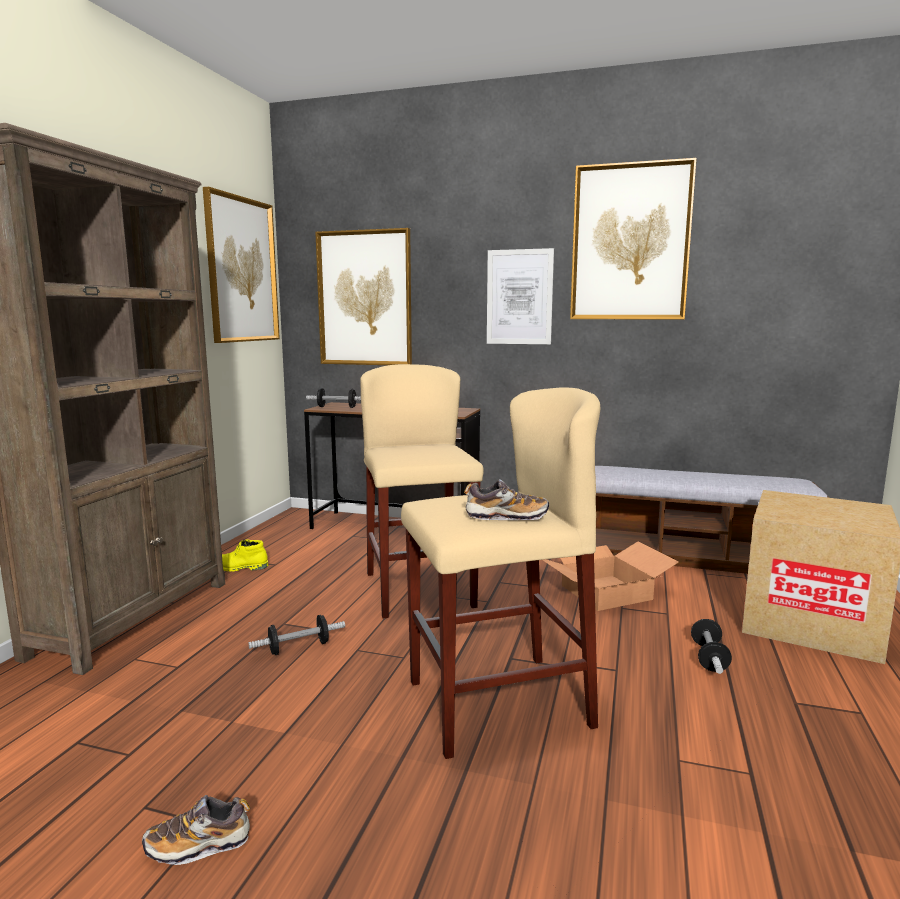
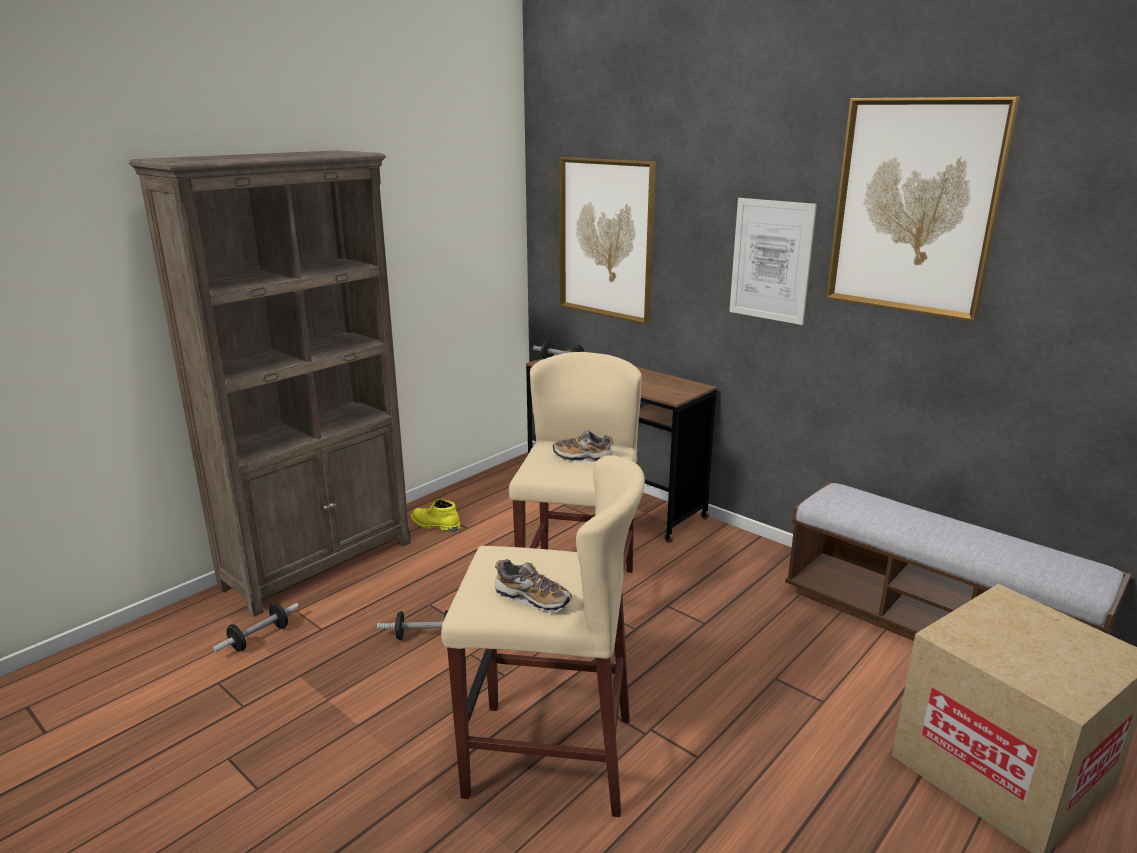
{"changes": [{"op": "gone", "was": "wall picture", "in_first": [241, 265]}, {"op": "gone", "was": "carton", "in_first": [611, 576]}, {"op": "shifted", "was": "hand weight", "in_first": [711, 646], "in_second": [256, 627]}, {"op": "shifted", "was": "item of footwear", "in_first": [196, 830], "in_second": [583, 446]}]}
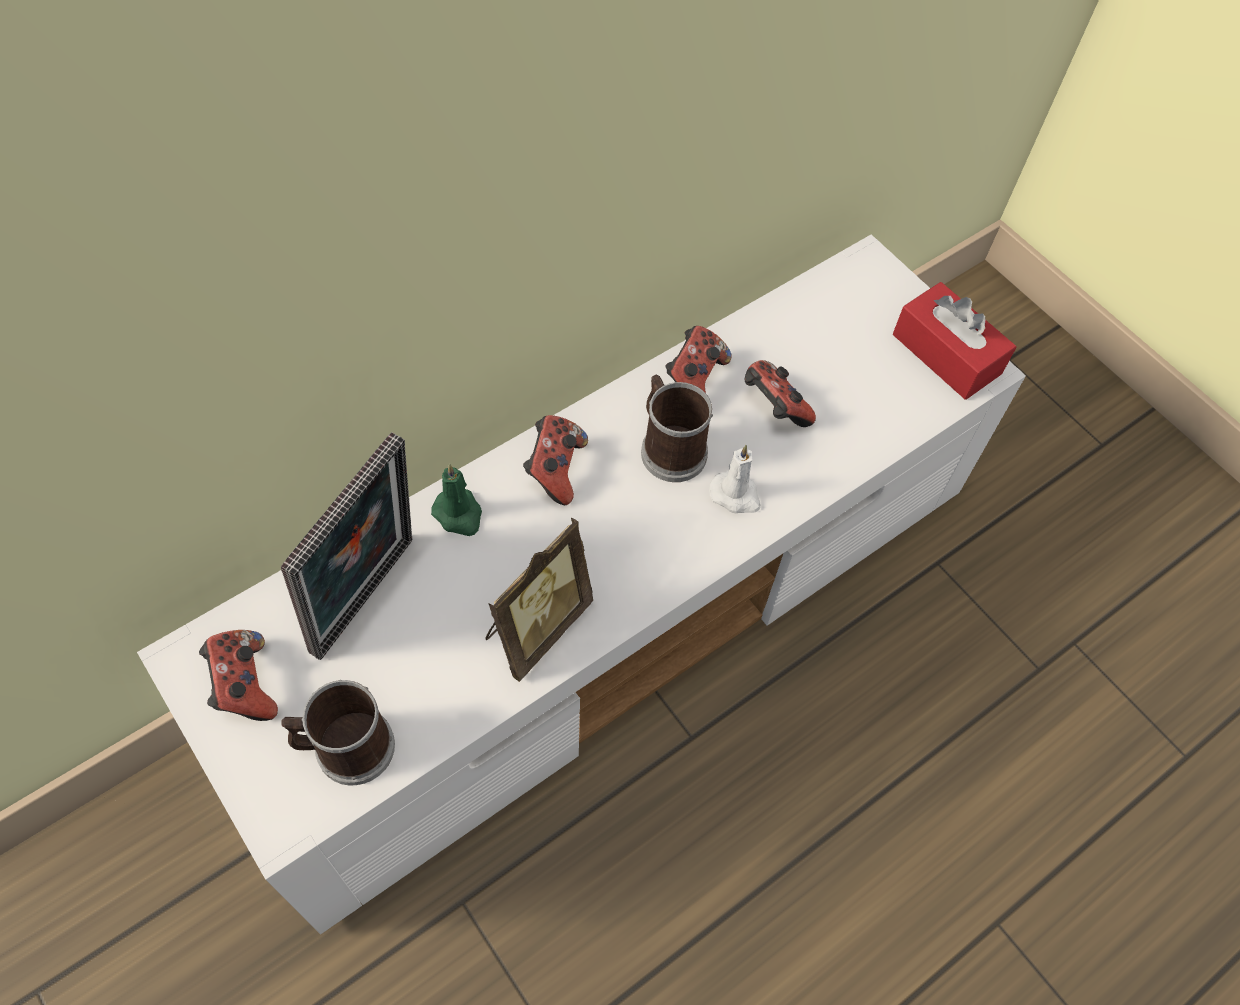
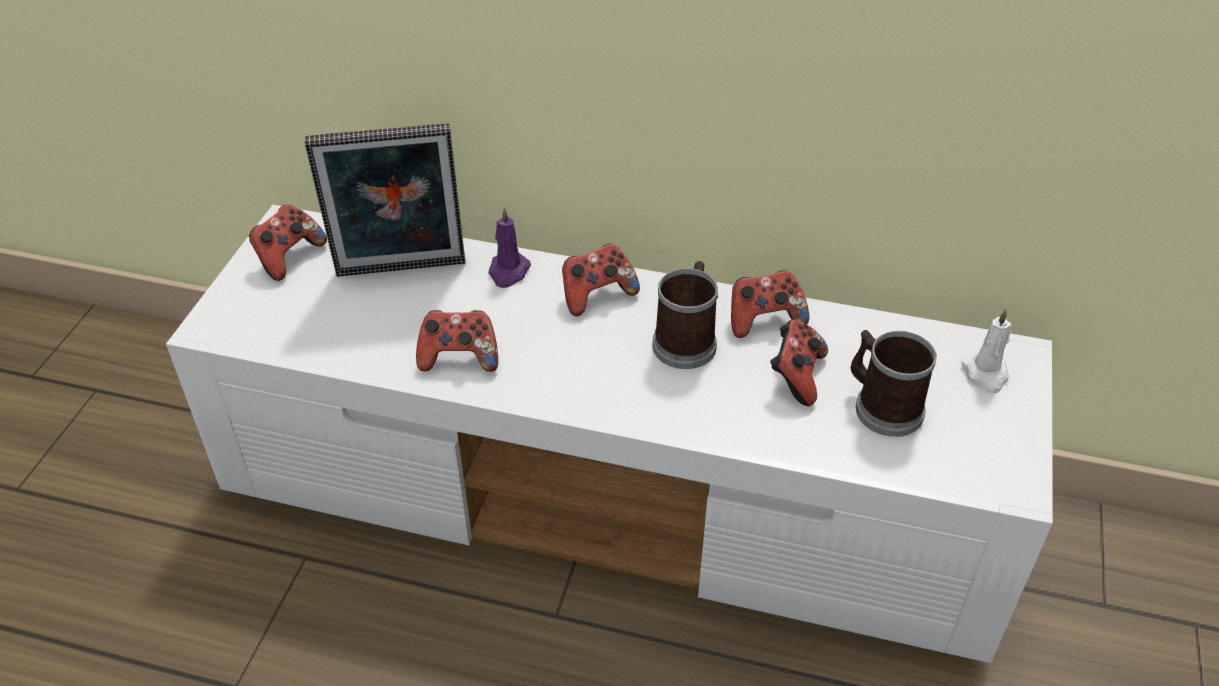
{"changes": [{"op": "gone", "was": "reddish tissue box", "in_first": [954, 341]}, {"op": "shifted", "was": "whitish wax candle", "in_first": [735, 479], "in_second": [986, 351]}, {"op": "repainted", "was": "greenish wax candle", "now": "purple wax candle", "in_first": [456, 500], "in_second": [509, 248]}, {"op": "swapped", "was": "picture frame", "now": "game controller", "in_first": [539, 599], "in_second": [457, 341]}, {"op": "shifted", "was": "tea mug", "in_first": [338, 732], "in_second": [894, 383]}]}
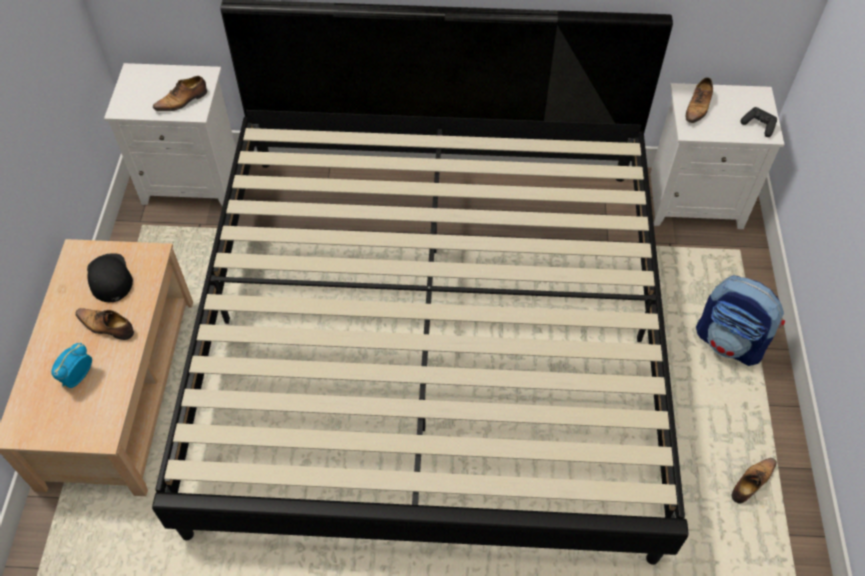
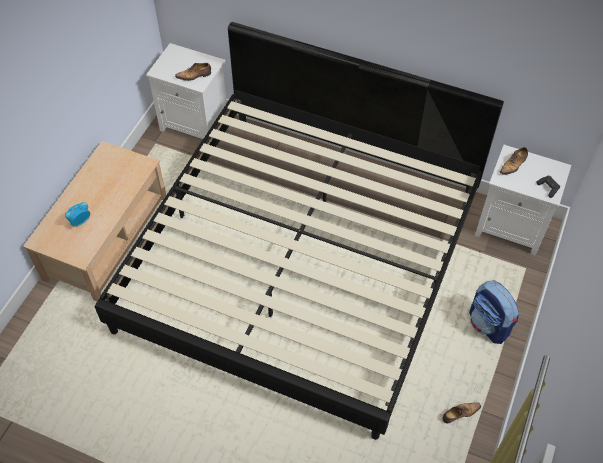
{"changes": [{"op": "gone", "was": "blackish peaked cap", "in_first": [110, 277]}, {"op": "gone", "was": "item of footwear", "in_first": [105, 324]}]}
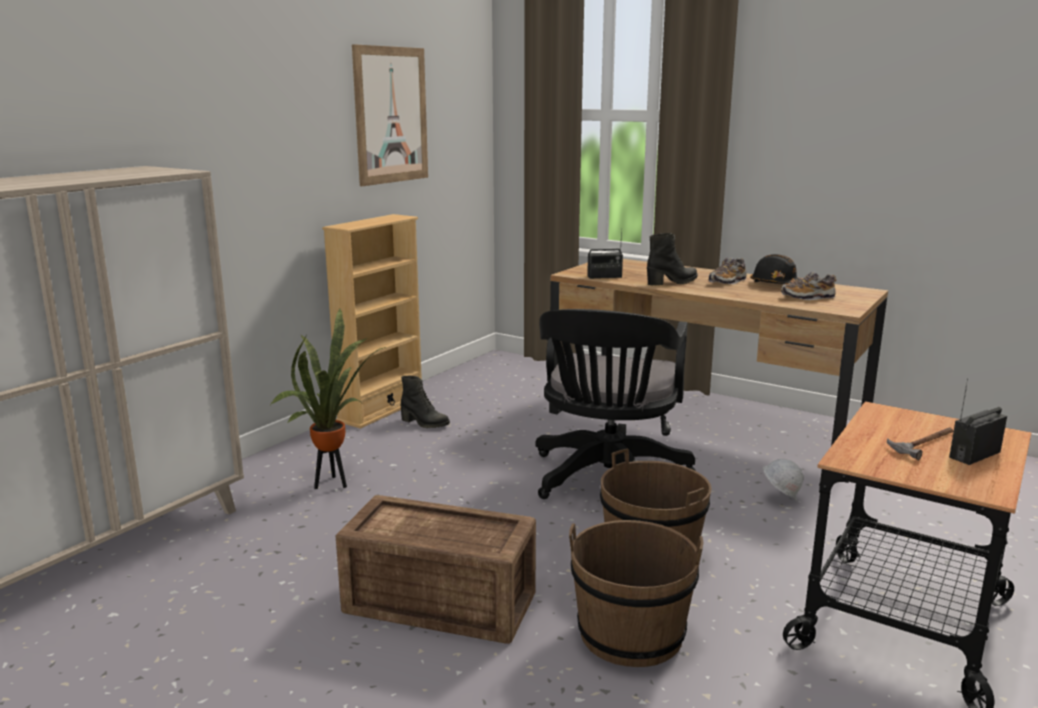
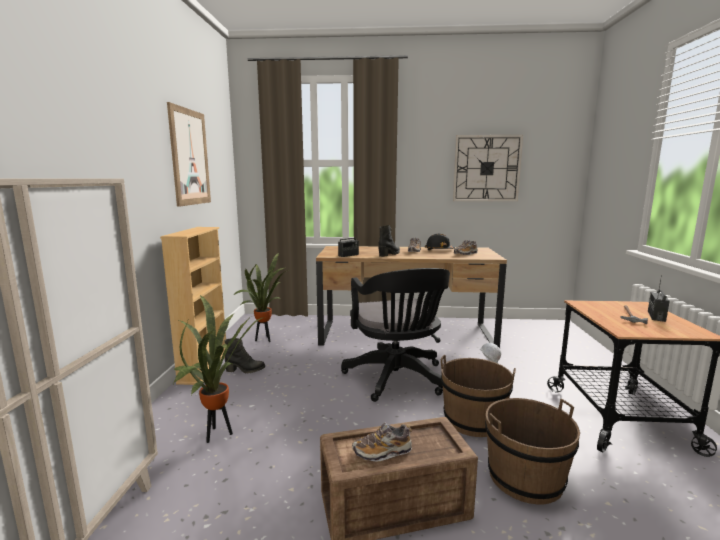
{"changes": [{"op": "new", "now": "clock on the wall", "in_second": [488, 168]}, {"op": "new", "now": "potted plant", "in_second": [260, 297]}, {"op": "new", "now": "item of footwear", "in_second": [382, 442]}]}
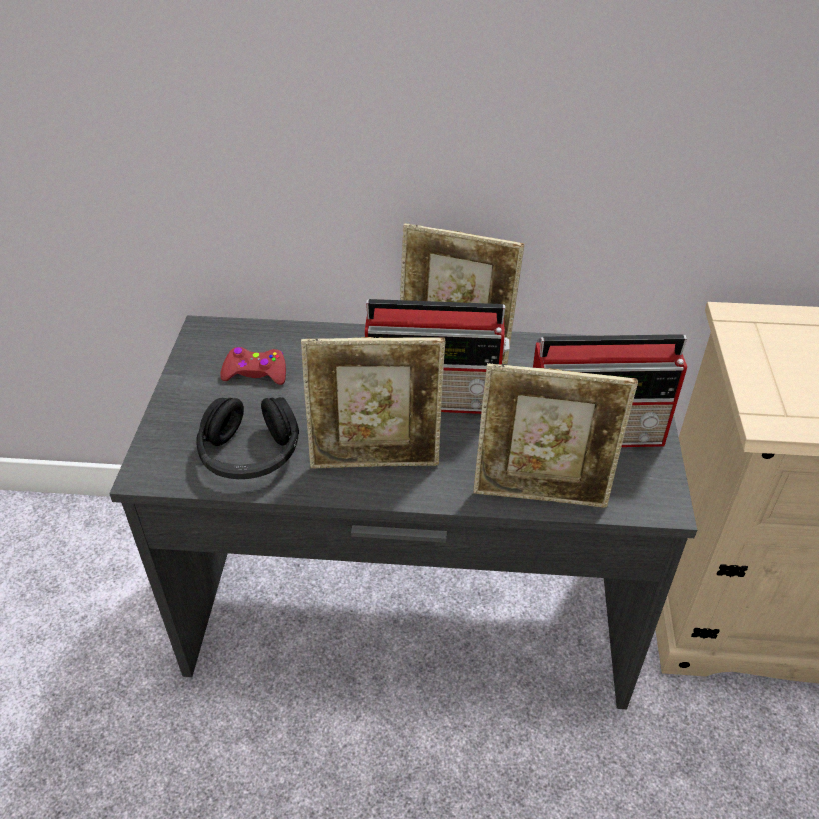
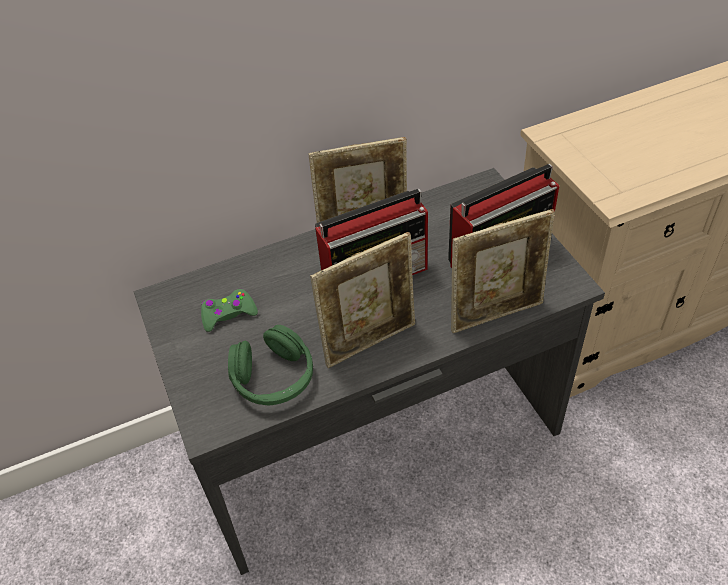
{"changes": [{"op": "repainted", "was": "reddish game controller", "now": "greenish game controller", "in_first": [253, 366], "in_second": [229, 310]}, {"op": "repainted", "was": "blackish headset", "now": "greenish headset", "in_first": [248, 438], "in_second": [270, 365]}]}
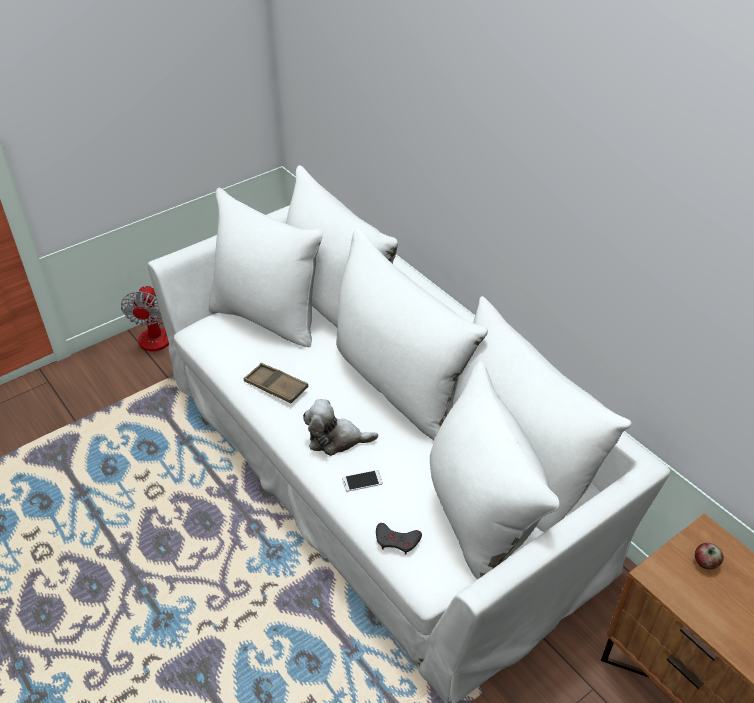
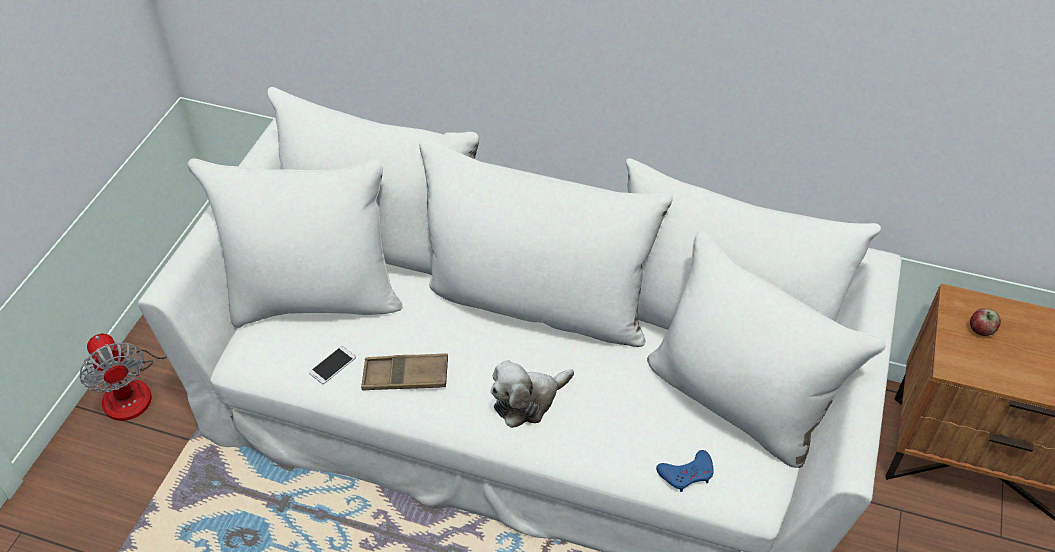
{"changes": [{"op": "shifted", "was": "telephone", "in_first": [362, 481], "in_second": [332, 365]}, {"op": "repainted", "was": "greyish game controller", "now": "blue-coloured game controller", "in_first": [399, 539], "in_second": [685, 471]}]}
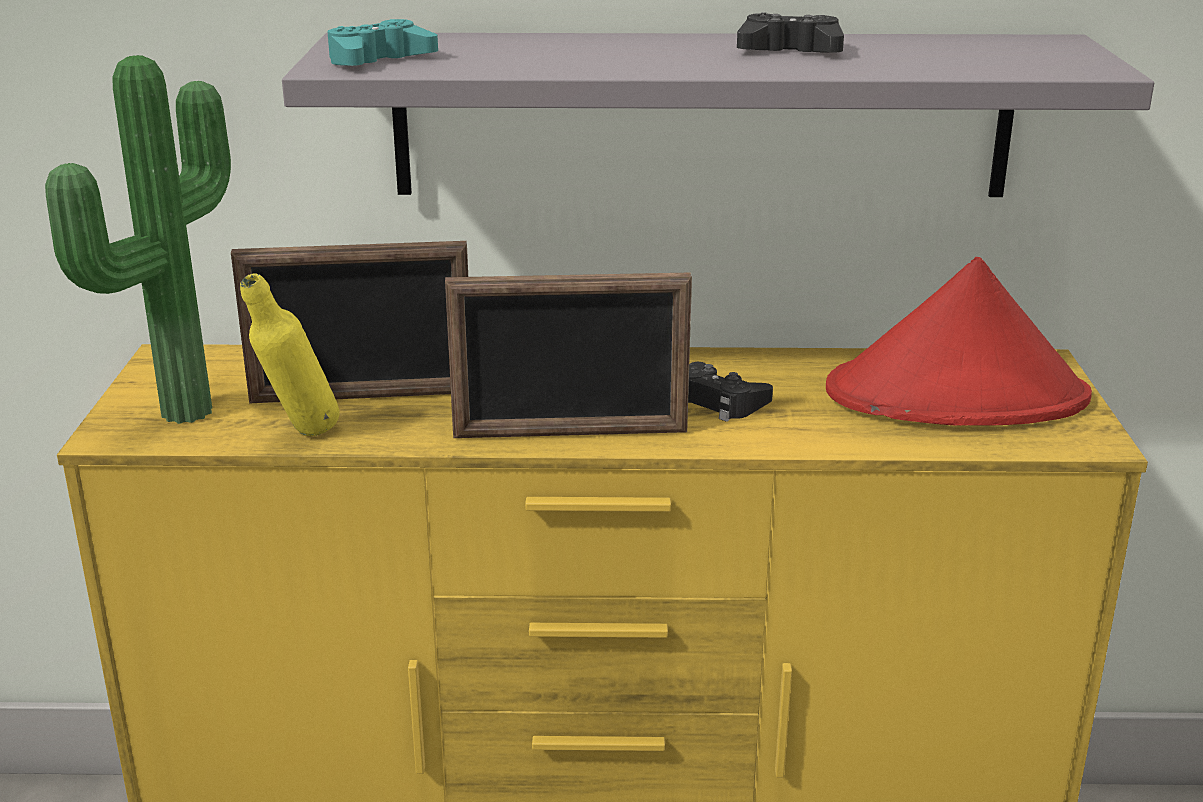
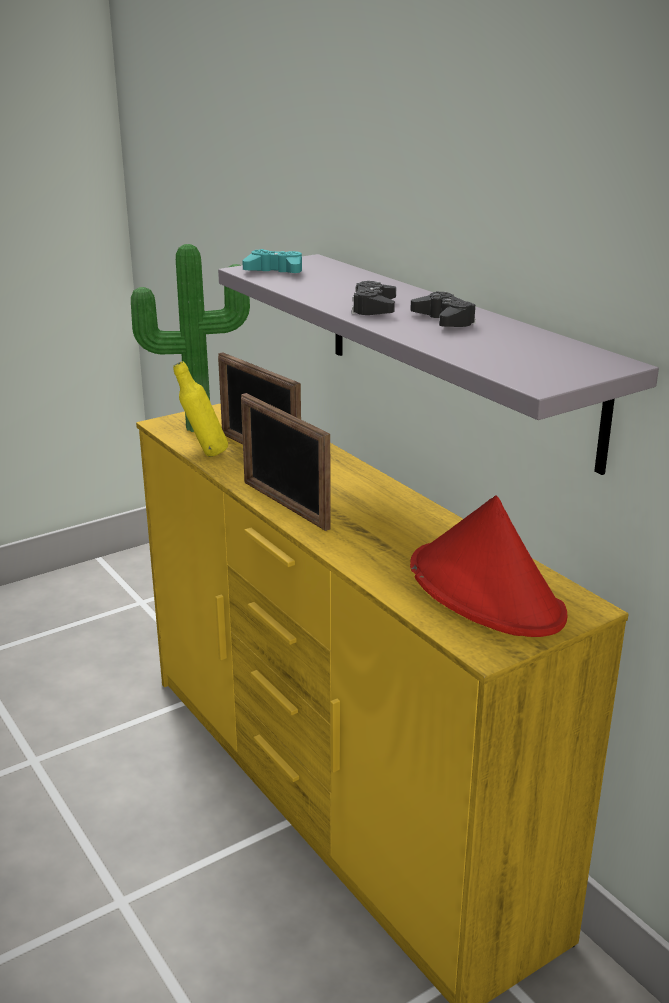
{"changes": [{"op": "shifted", "was": "blackish game controller", "in_first": [730, 392], "in_second": [373, 298]}]}
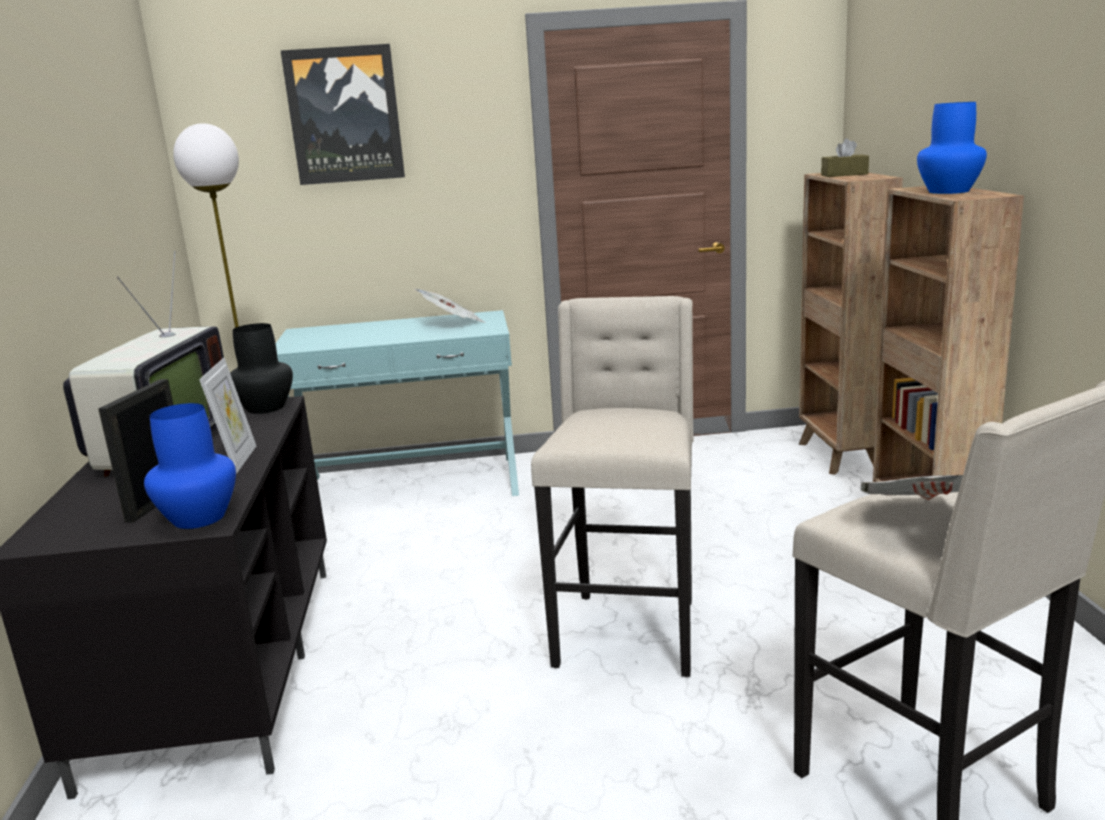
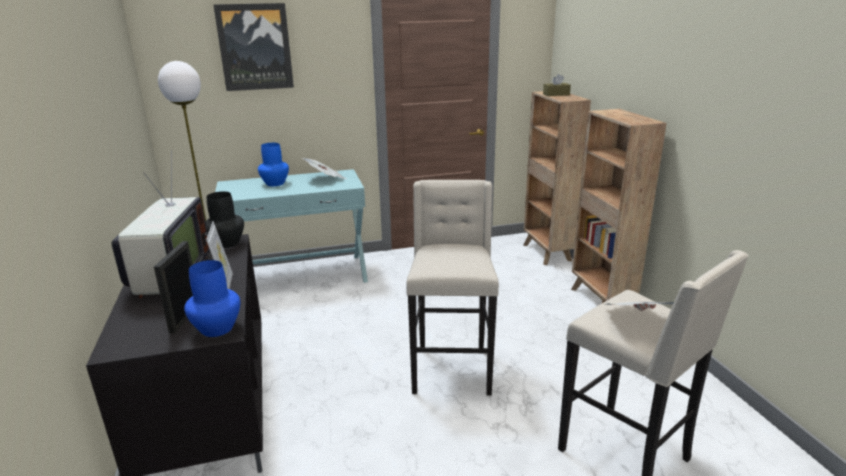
{"changes": [{"op": "shifted", "was": "blue-coloured flower vase", "in_first": [952, 148], "in_second": [273, 164]}]}
